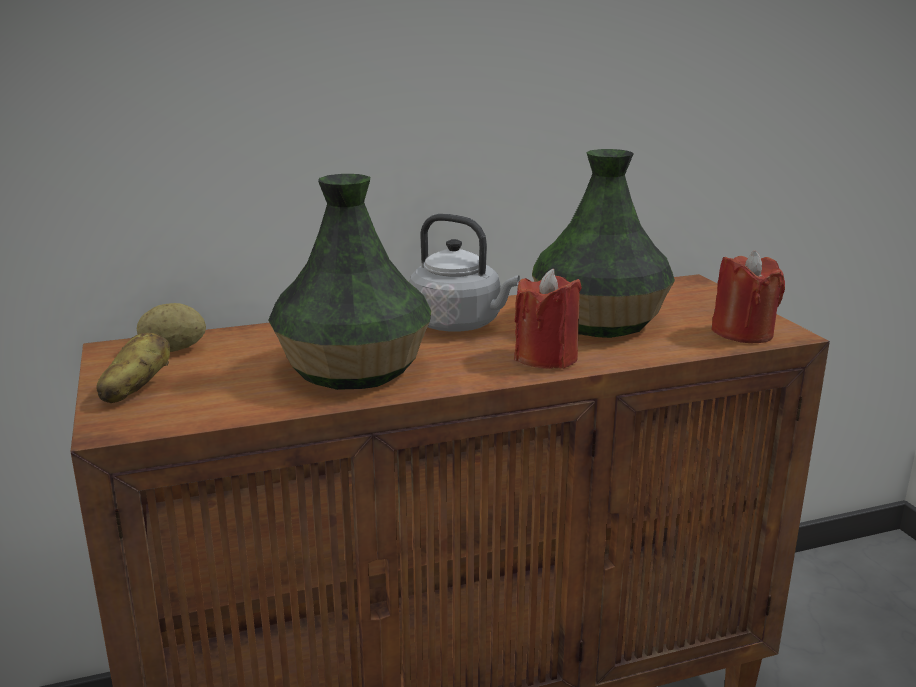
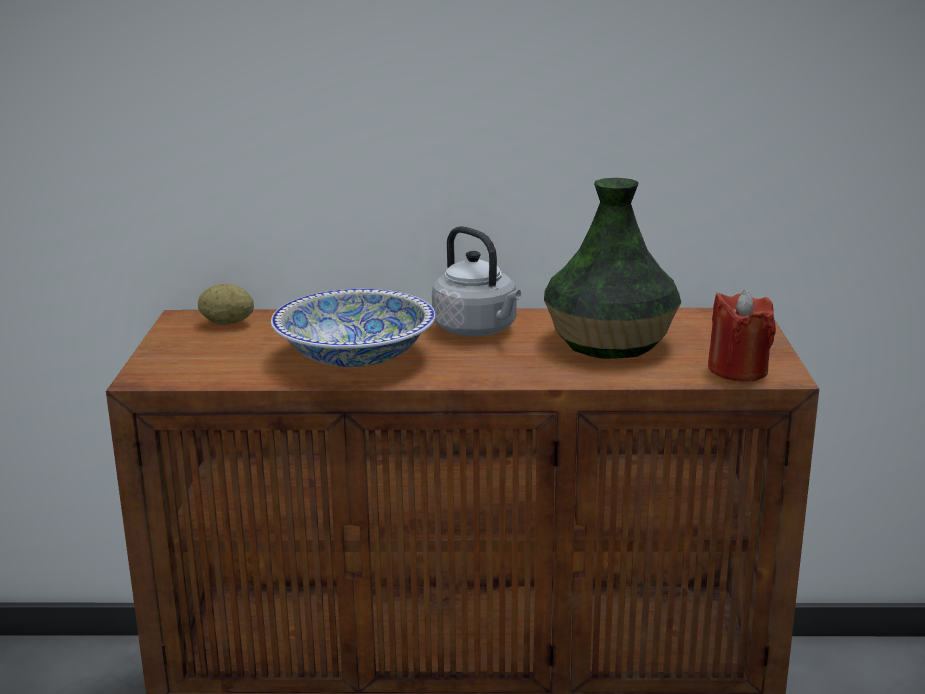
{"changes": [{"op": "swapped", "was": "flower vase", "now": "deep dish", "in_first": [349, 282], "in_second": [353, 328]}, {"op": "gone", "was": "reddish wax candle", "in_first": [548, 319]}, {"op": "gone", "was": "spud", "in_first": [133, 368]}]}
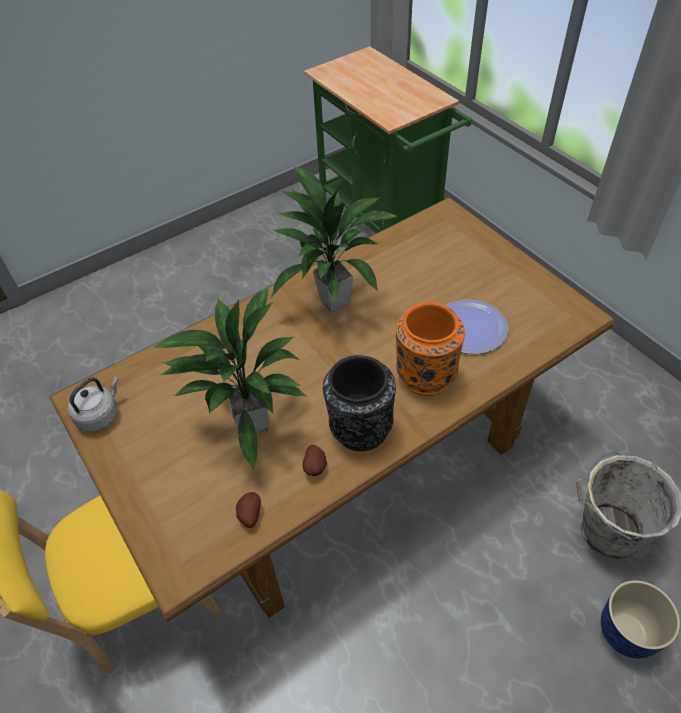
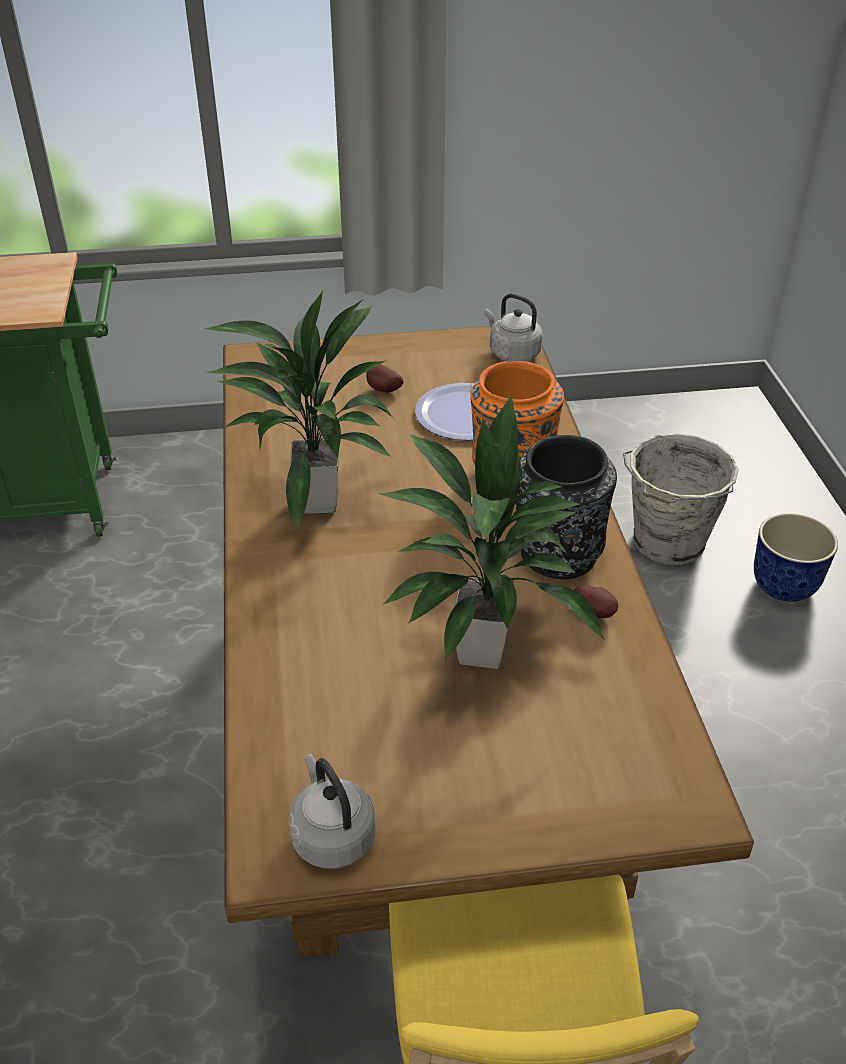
{"changes": [{"op": "shifted", "was": "spud", "in_first": [248, 510], "in_second": [385, 379]}, {"op": "new", "now": "greyish water kettle", "in_second": [514, 327]}]}
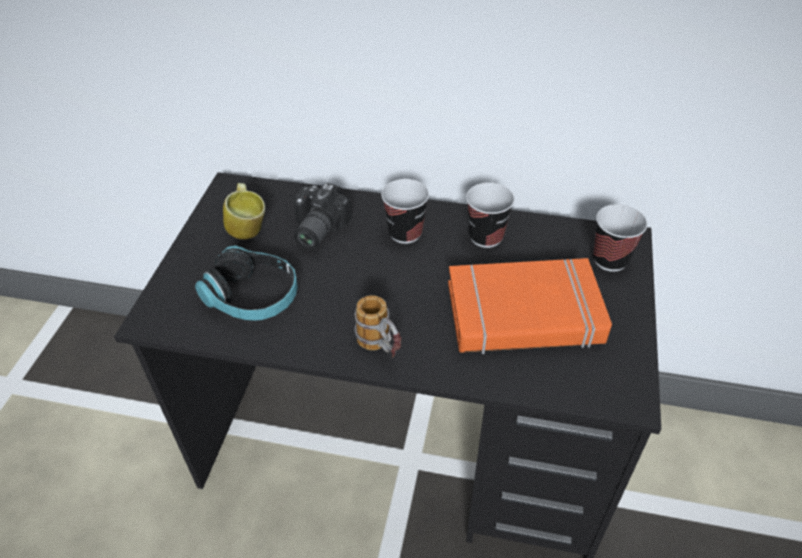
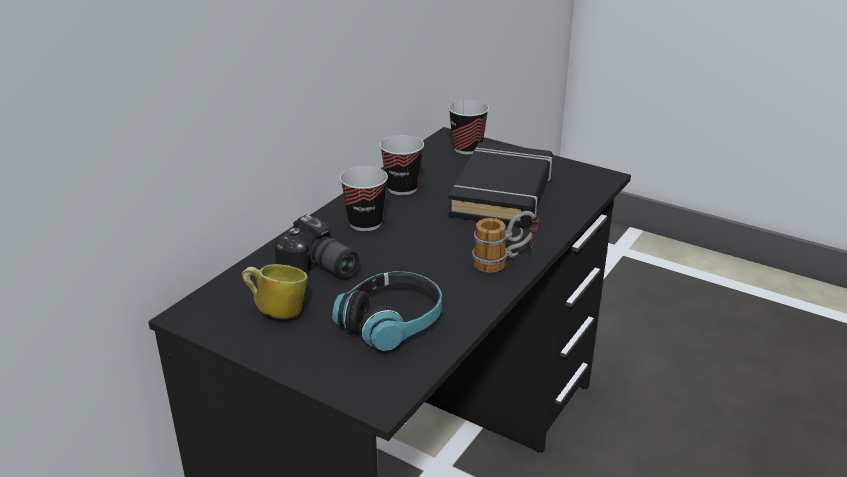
{"changes": [{"op": "repainted", "was": "orangey book", "now": "blackish book", "in_first": [530, 306], "in_second": [500, 185]}]}
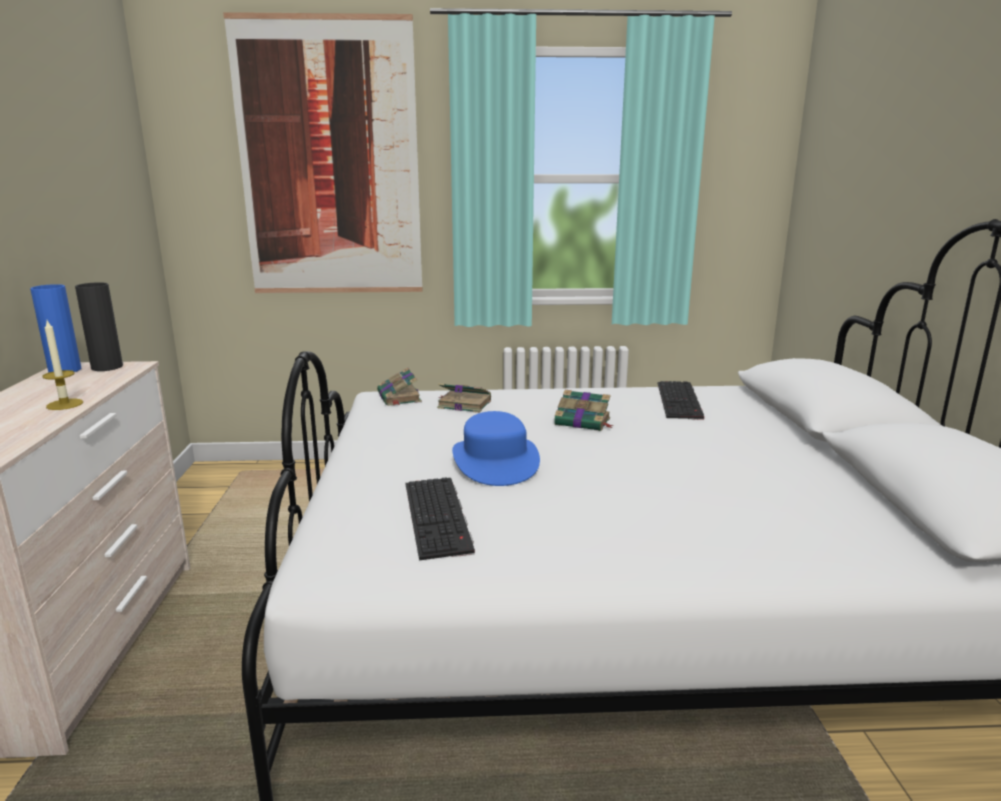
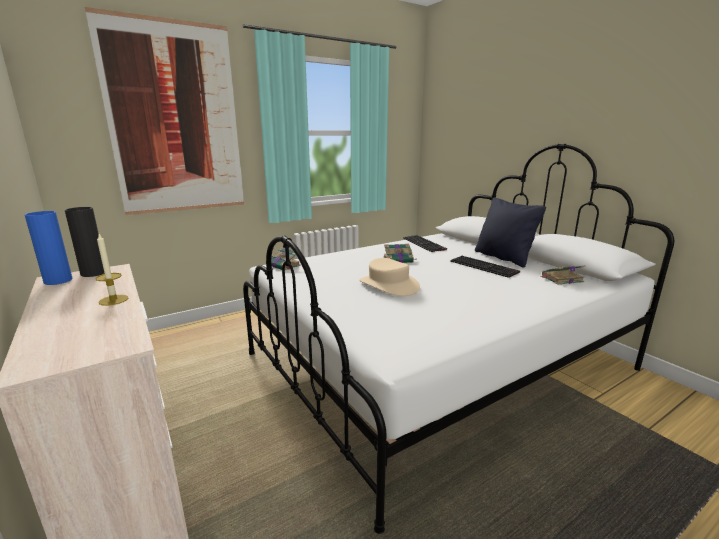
{"changes": [{"op": "shifted", "was": "book", "in_first": [464, 398], "in_second": [563, 275]}, {"op": "repainted", "was": "blue-coloured wearable hat", "now": "sand-coloured wearable hat", "in_first": [496, 448], "in_second": [390, 277]}, {"op": "shifted", "was": "keyboard", "in_first": [440, 518], "in_second": [485, 267]}, {"op": "new", "now": "blackish cushion", "in_second": [510, 232]}]}
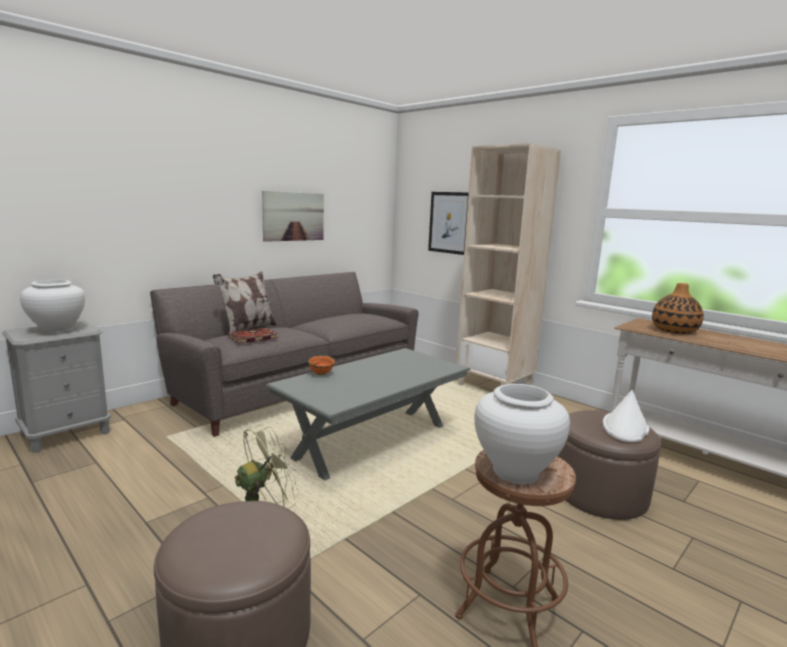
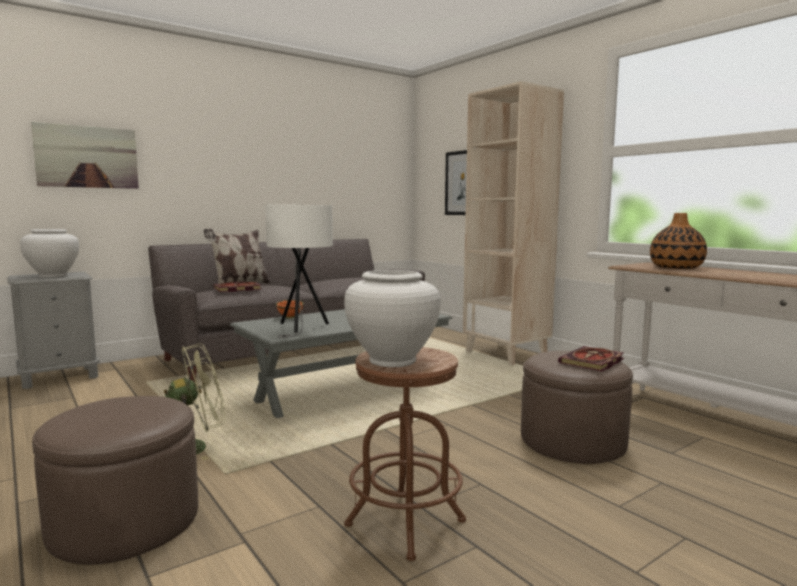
{"changes": [{"op": "shifted", "was": "wall picture", "in_first": [293, 216], "in_second": [85, 155]}, {"op": "swapped", "was": "whitish wearable hat", "now": "book", "in_first": [626, 416], "in_second": [591, 358]}, {"op": "new", "now": "whitish table lamp", "in_second": [299, 271]}]}
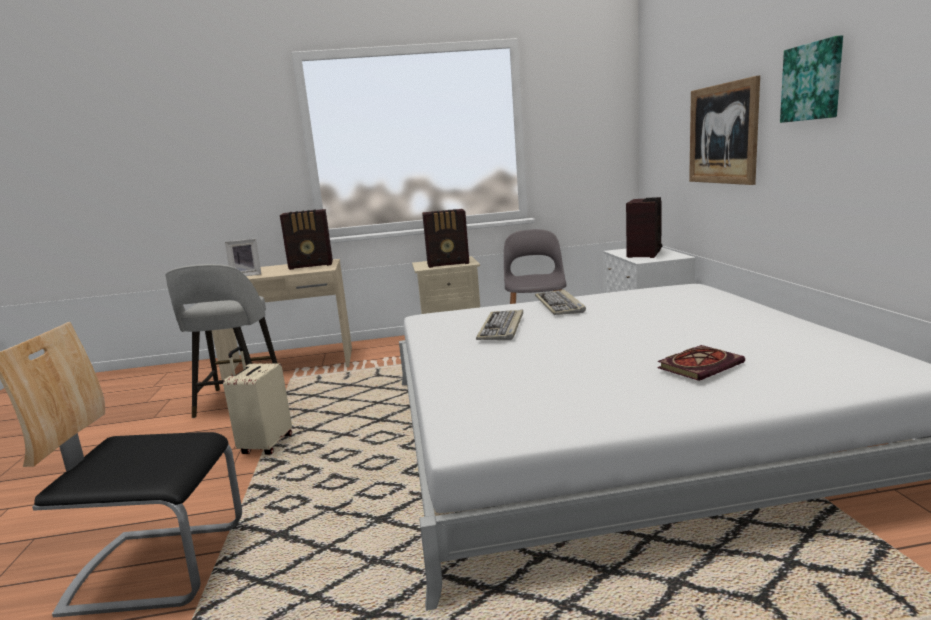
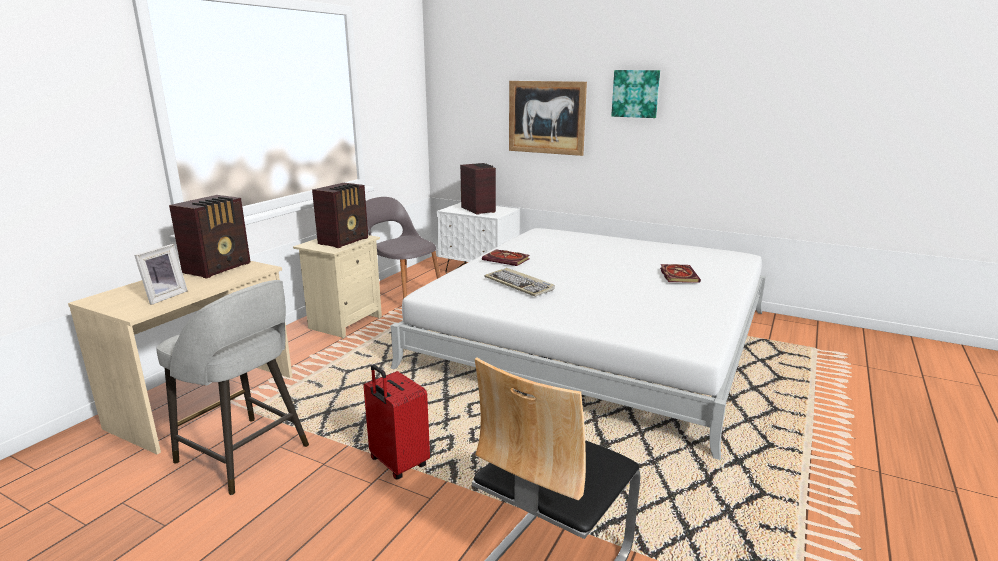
{"changes": [{"op": "swapped", "was": "keyboard", "now": "book", "in_first": [560, 302], "in_second": [506, 257]}, {"op": "repainted", "was": "sand-coloured piece of luggage", "now": "reddish piece of luggage", "in_first": [257, 401], "in_second": [396, 422]}]}
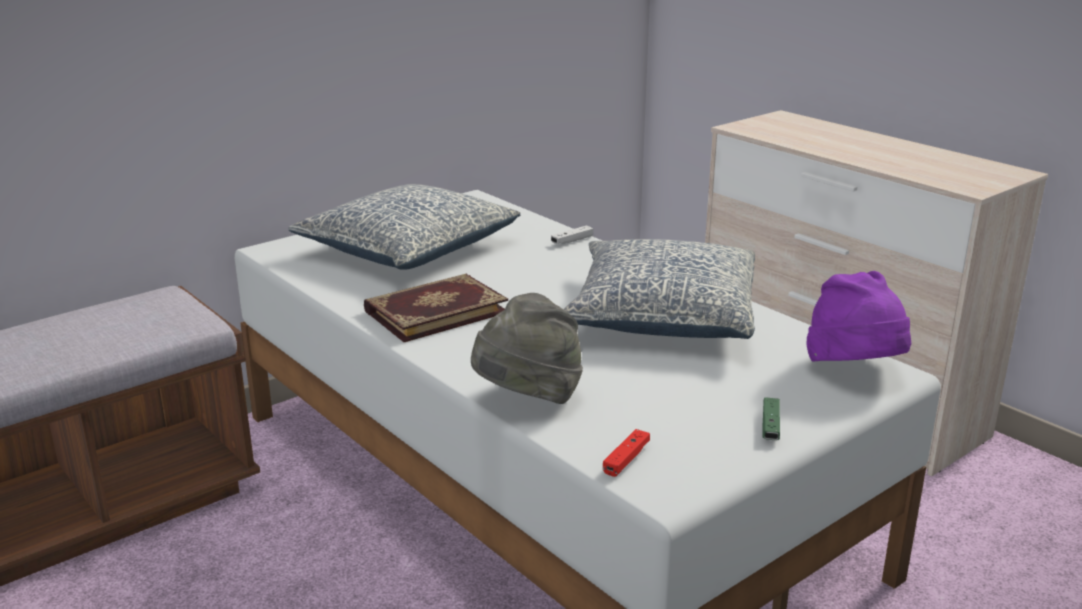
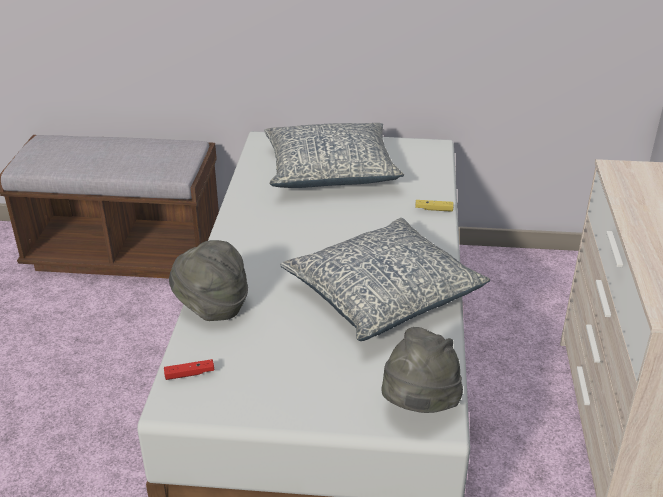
{"changes": [{"op": "repainted", "was": "whitish game controller", "now": "yellow-coloured game controller", "in_first": [572, 234], "in_second": [434, 206]}, {"op": "repainted", "was": "purple wearable hat", "now": "greyish wearable hat", "in_first": [859, 316], "in_second": [422, 370]}, {"op": "gone", "was": "book", "in_first": [436, 308]}, {"op": "gone", "was": "greenish game controller", "in_first": [771, 418]}]}
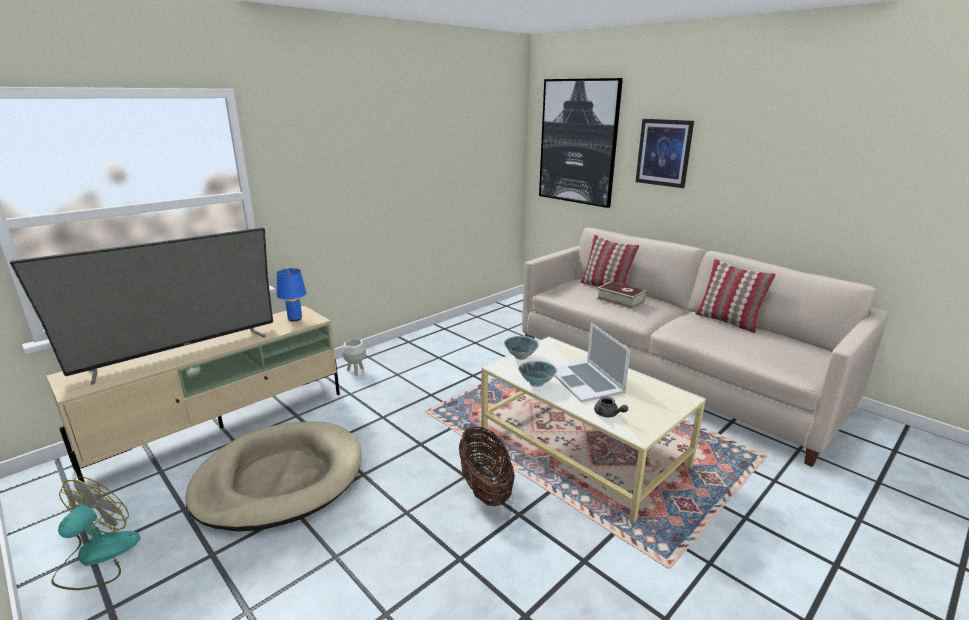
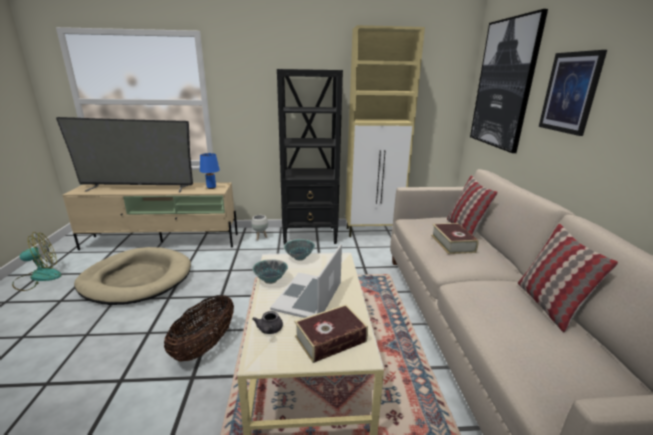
{"changes": [{"op": "new", "now": "sand-coloured cupboard", "in_second": [385, 131]}, {"op": "new", "now": "blackish bookshelf", "in_second": [310, 157]}, {"op": "new", "now": "book", "in_second": [331, 333]}]}
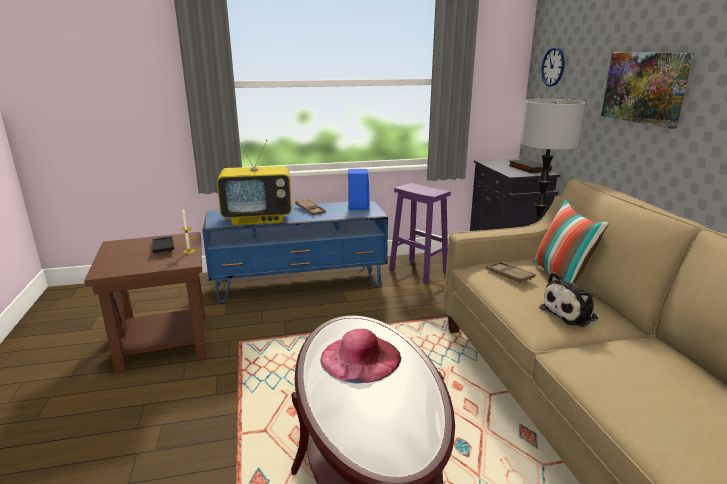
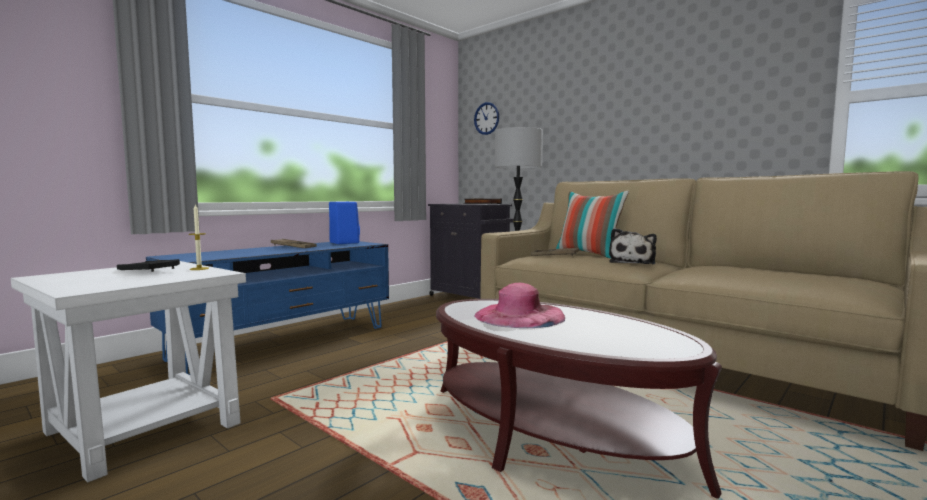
{"changes": [{"op": "gone", "was": "wall picture", "in_first": [647, 91]}, {"op": "gone", "was": "television", "in_first": [254, 182]}, {"op": "gone", "was": "purple stool", "in_first": [420, 234]}, {"op": "repainted", "was": "brown accent table", "now": "whitish accent table", "in_first": [145, 303], "in_second": [128, 372]}]}
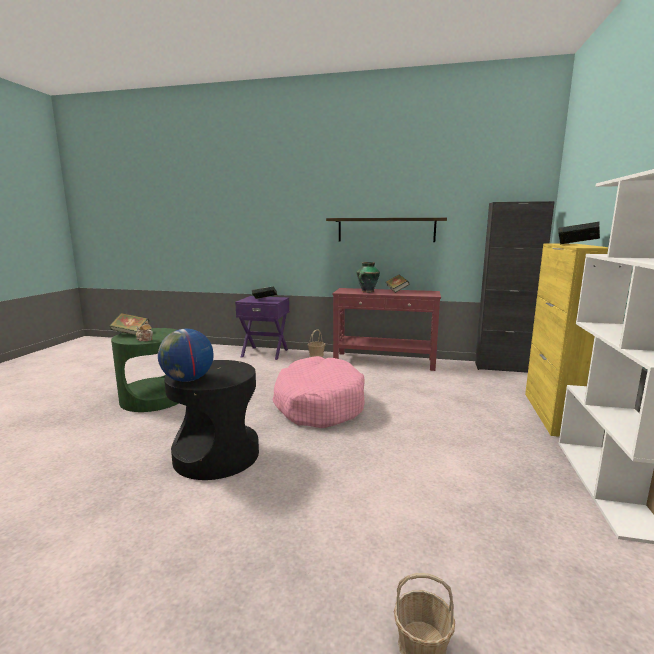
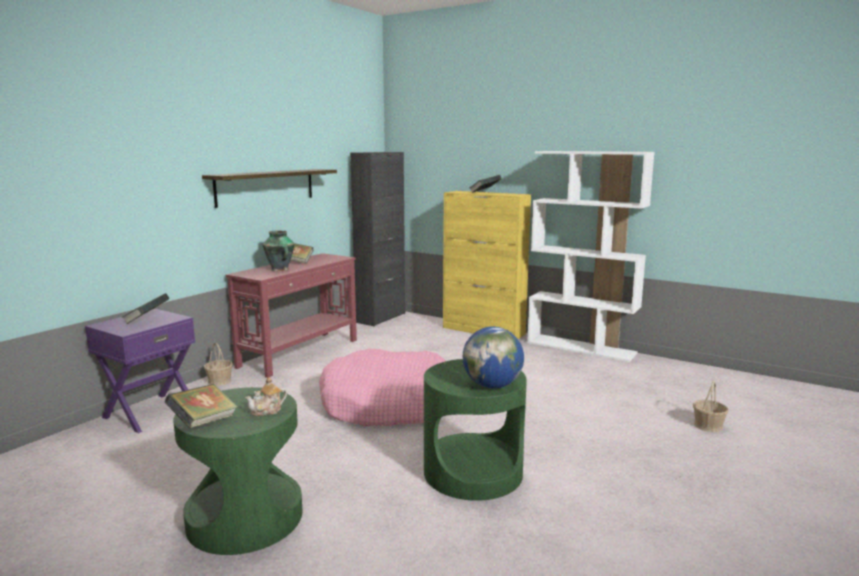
{"changes": [{"op": "repainted", "was": "blackish accent table", "now": "greenish accent table", "in_first": [211, 420], "in_second": [475, 430]}]}
